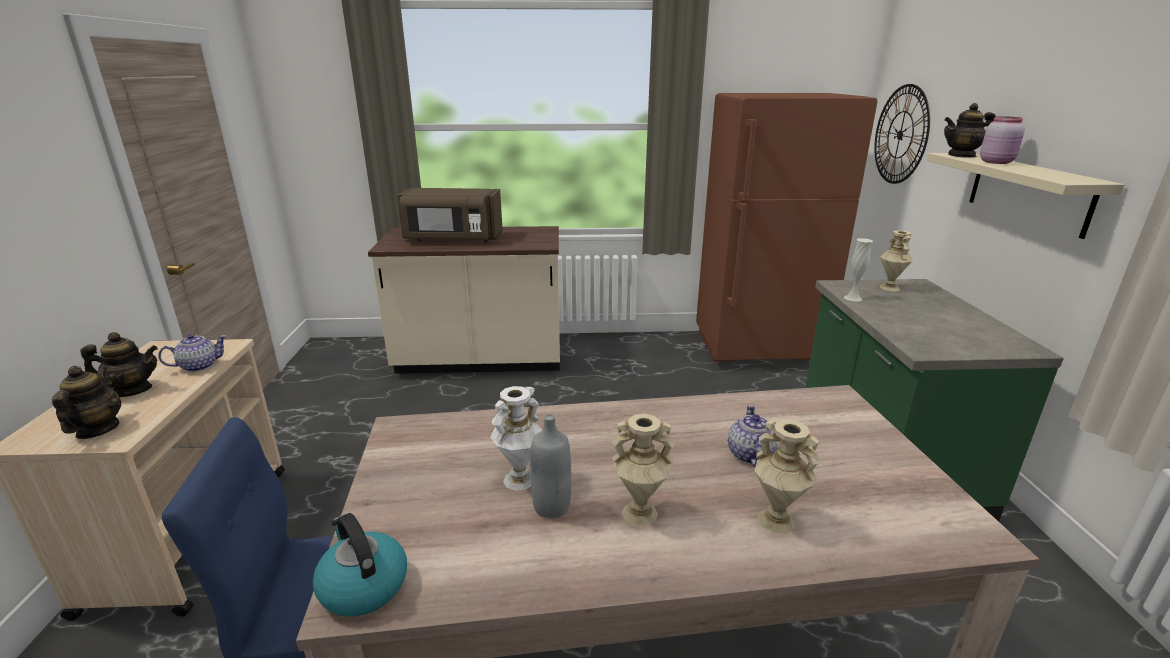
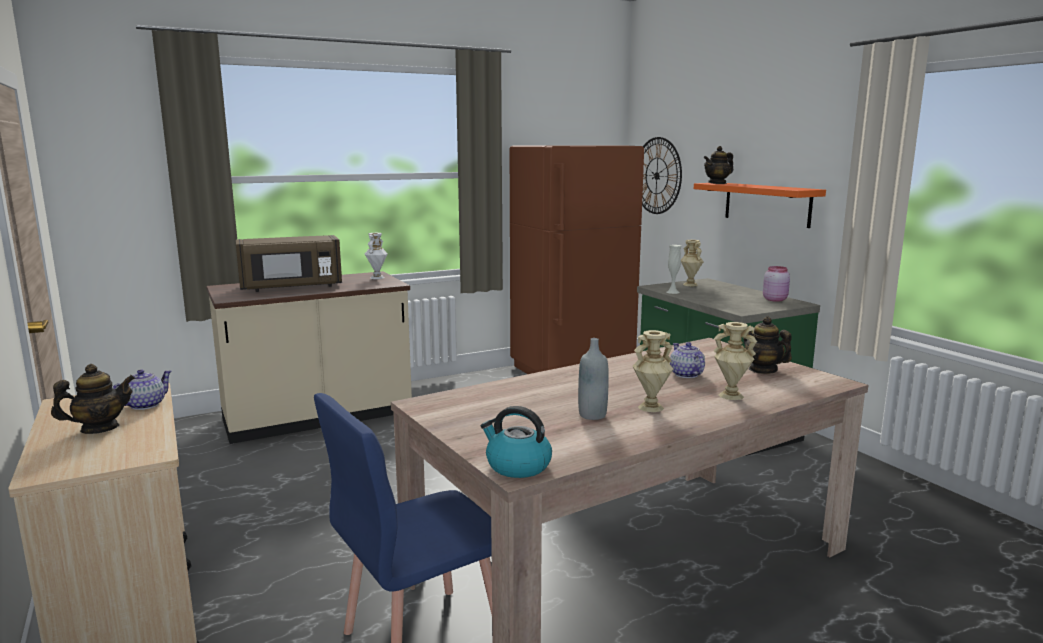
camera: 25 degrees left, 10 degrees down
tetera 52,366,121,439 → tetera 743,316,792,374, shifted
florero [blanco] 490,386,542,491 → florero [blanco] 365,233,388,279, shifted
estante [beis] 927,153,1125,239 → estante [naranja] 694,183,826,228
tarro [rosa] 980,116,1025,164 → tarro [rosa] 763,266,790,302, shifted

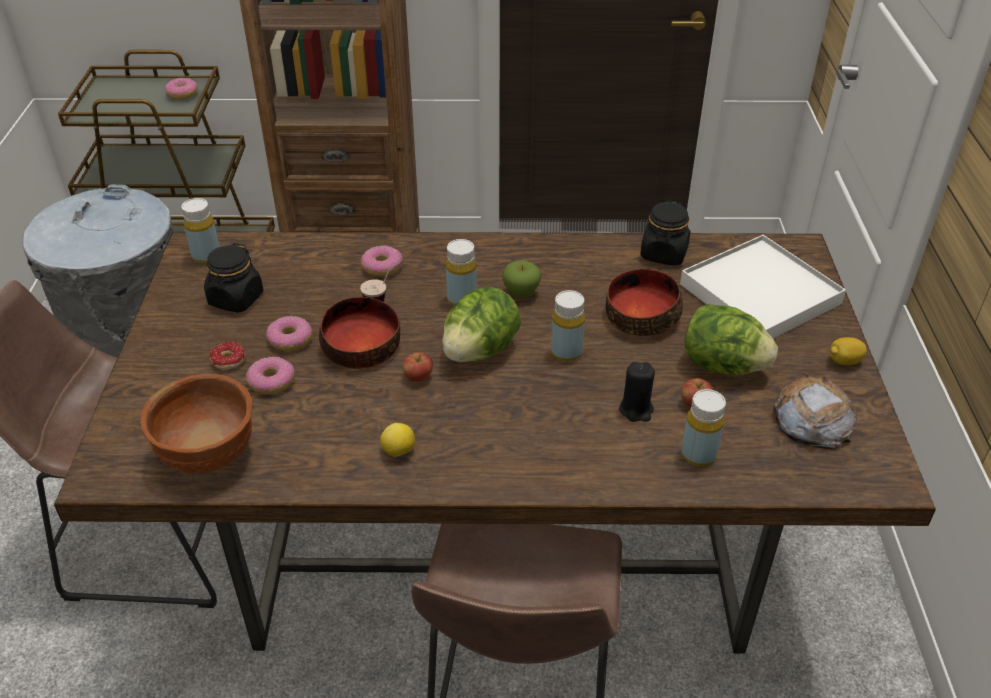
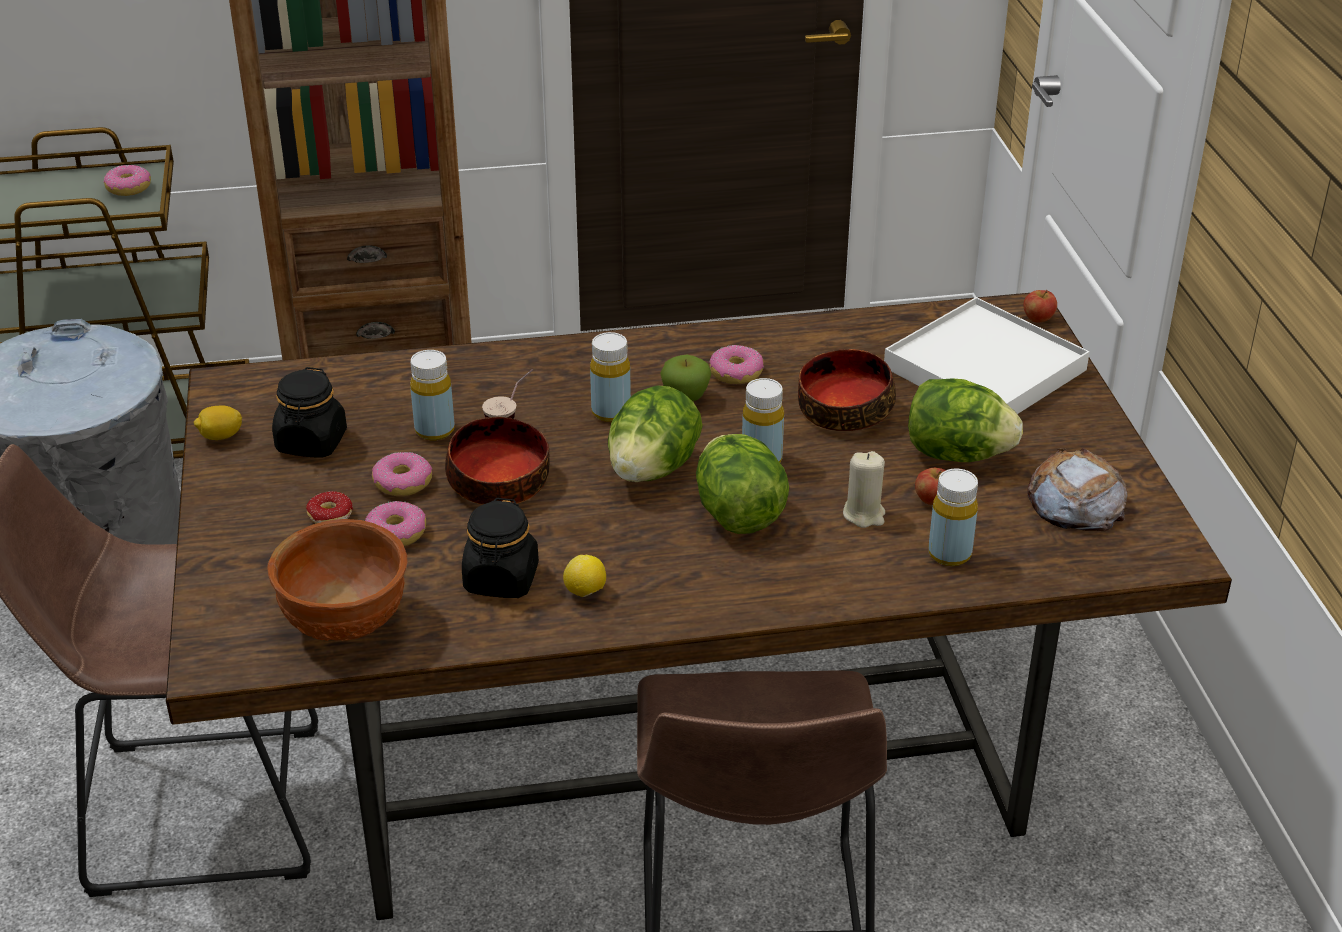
camera: 10 degrees left, 5 degrees down
botella [amarillo] 181,198,220,264 → botella [amarillo] 410,350,455,441, shifted
rosquilla 361,245,403,277 → rosquilla 709,345,764,384, shifted
manzana 402,352,433,382 → manzana 1023,290,1057,322, shifted
vela [negro] 619,362,655,422 → vela [beis] 843,451,885,528
tarro [negro] 640,200,691,266 → tarro [negro] 462,498,539,598, shifted
limón 830,337,867,365 → limón 194,405,242,440, shifted
- → lechuga 696,434,789,534

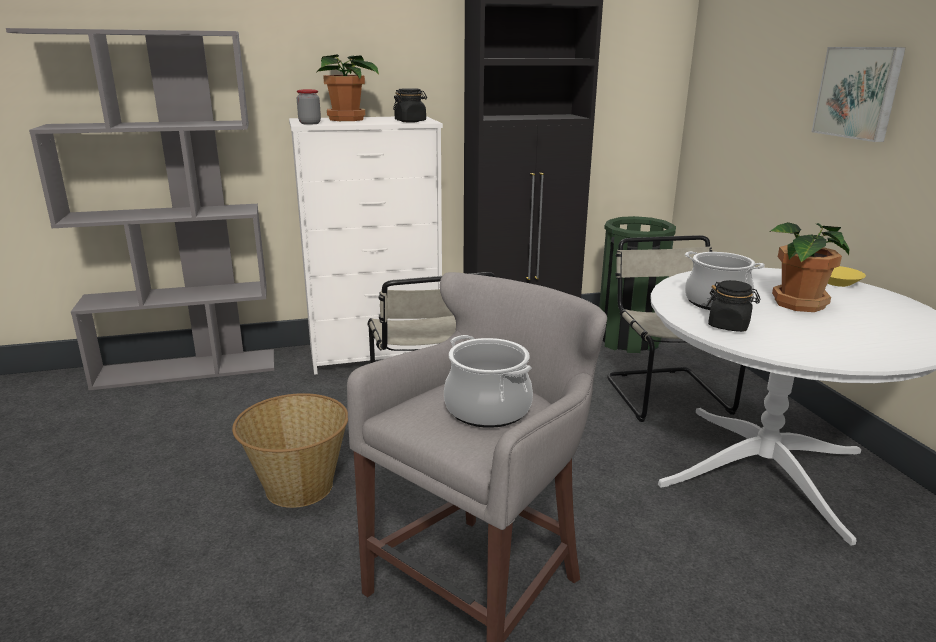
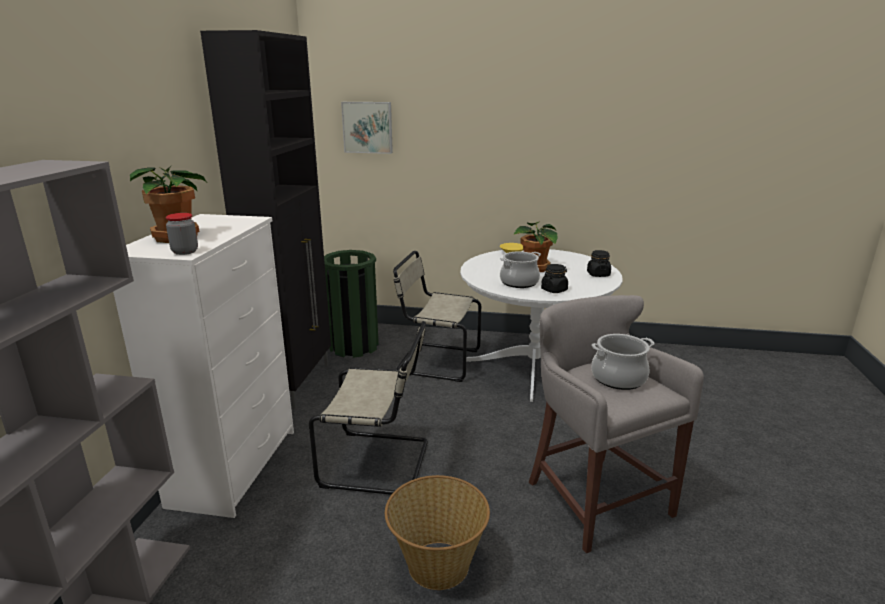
camera: 65 degrees left, 0 degrees up
tarro [negro] 393,88,427,123 → tarro [negro] 587,250,611,277, shifted
cuadro 812,47,906,142 → cuadro 341,102,393,154, shifted

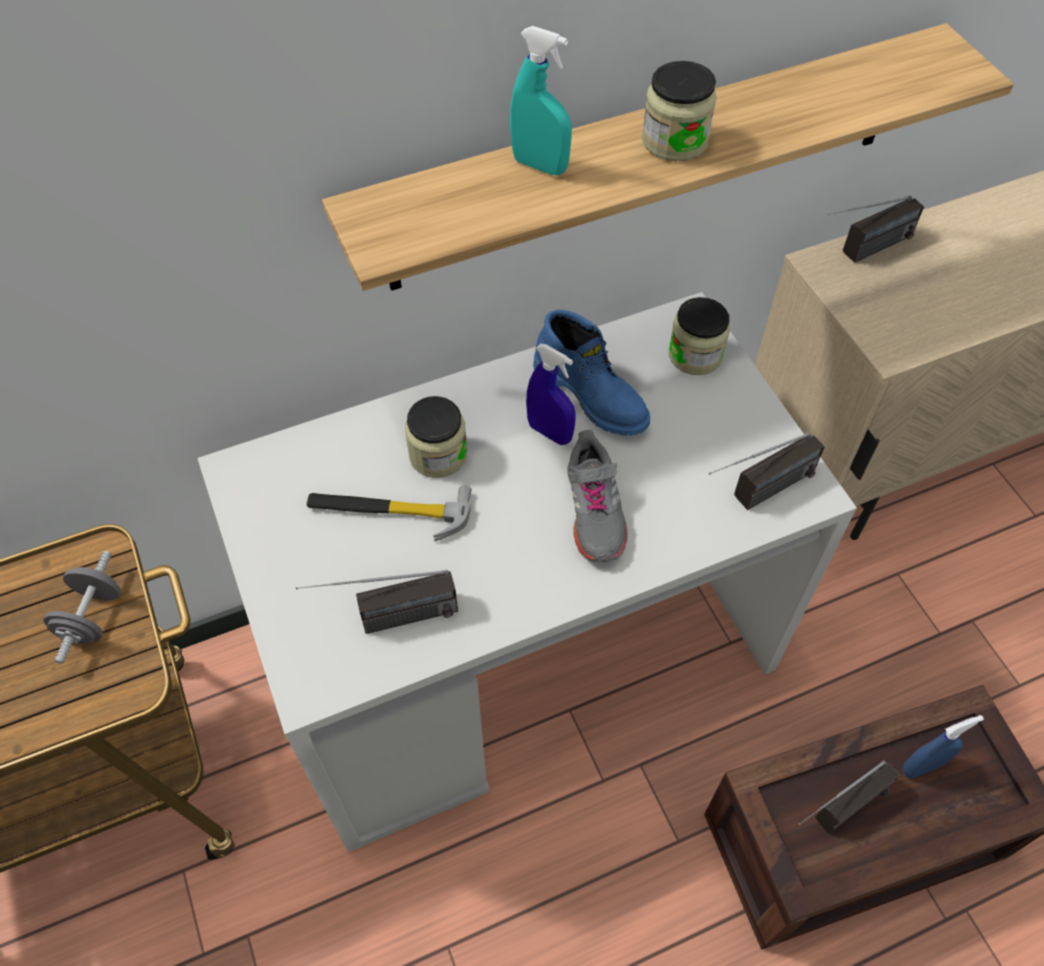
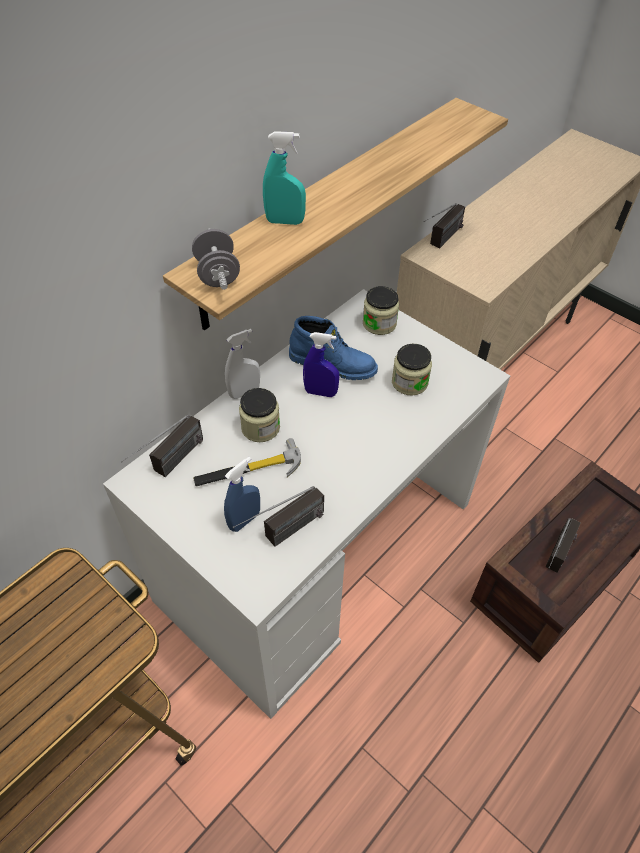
camera: 25 degrees left, 5 degrees down
mancuerna [gris] 43,551,121,664 → mancuerna [gris] 192,229,240,290, shifted
zapato [gris] 567,430,628,562 → -
tarro 642,61,717,161 → tarro 392,344,432,396, shifted
radio 709,432,825,510 → radio 121,415,203,477, shifted
pulverizador [azul] 902,715,984,779 → pulverizador [azul] 224,457,260,532, shifted
- → pulverizador [blanco] 225,329,260,399

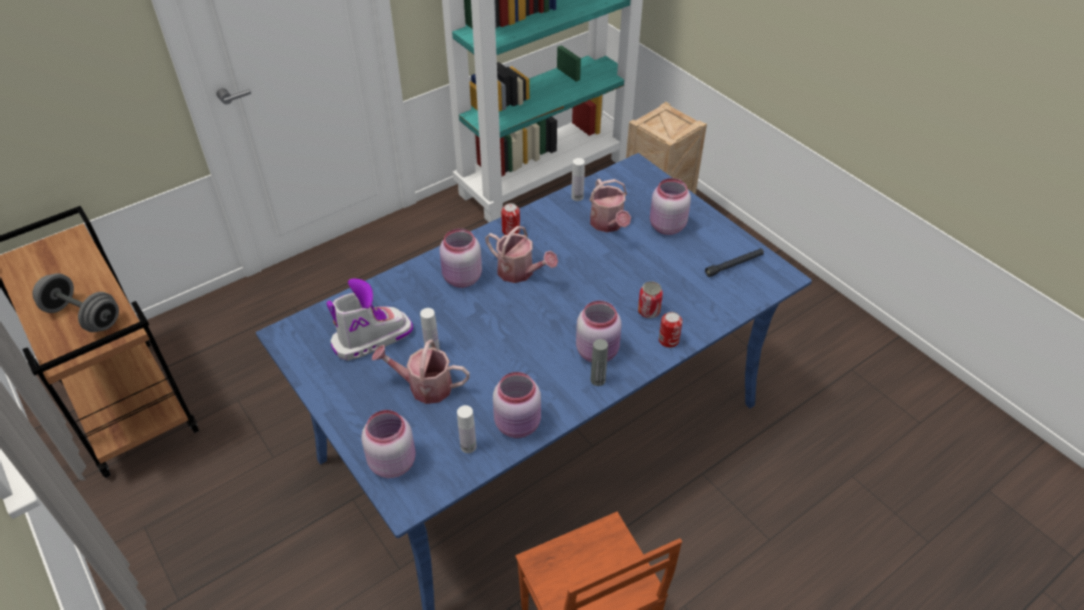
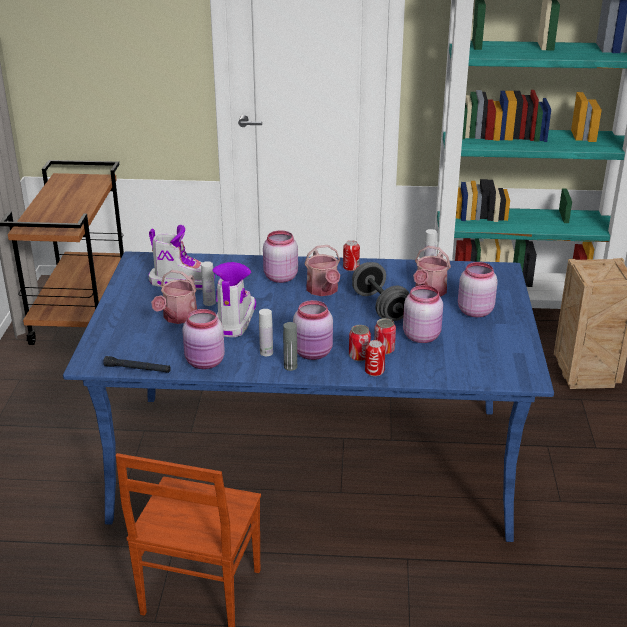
camera: 40 degrees right, 15 degrees down
mancuerna [gris] 33,273,119,332 → mancuerna [gris] 352,262,410,321, shifted
tarro [rosa] 361,410,416,478 → tarro [rosa] 403,285,443,343, shifted
regadera 372,339,470,404 → regadera 151,270,197,324, 120 degrees counterclockwise
botella [blanco] 457,405,477,453 → botella [blanco] 259,309,273,356, shifted
linterna [negro] 705,248,764,277 → linterna [negro] 103,356,171,373, shifted
- → bota 212,262,256,337
- → lata 349,325,371,361

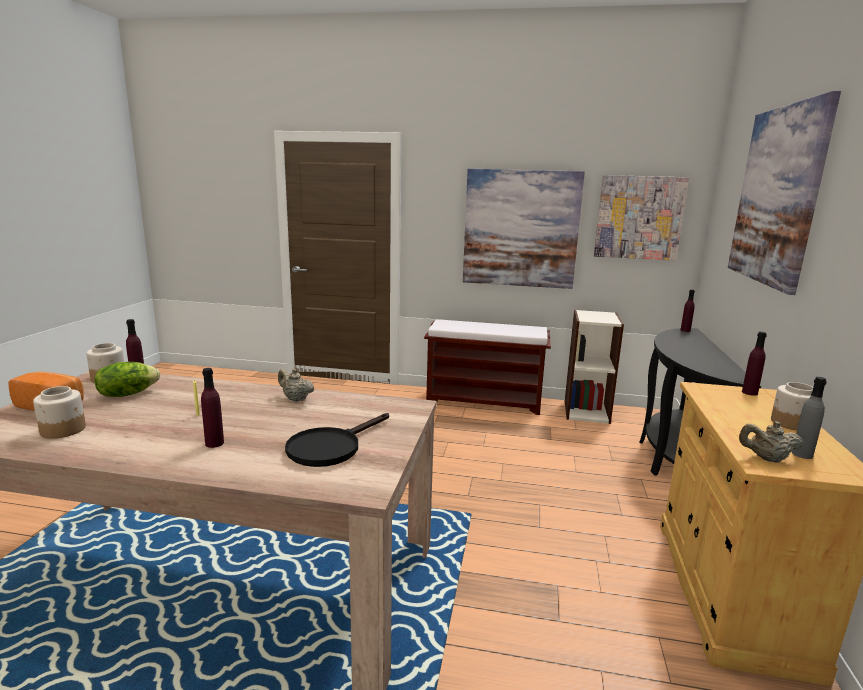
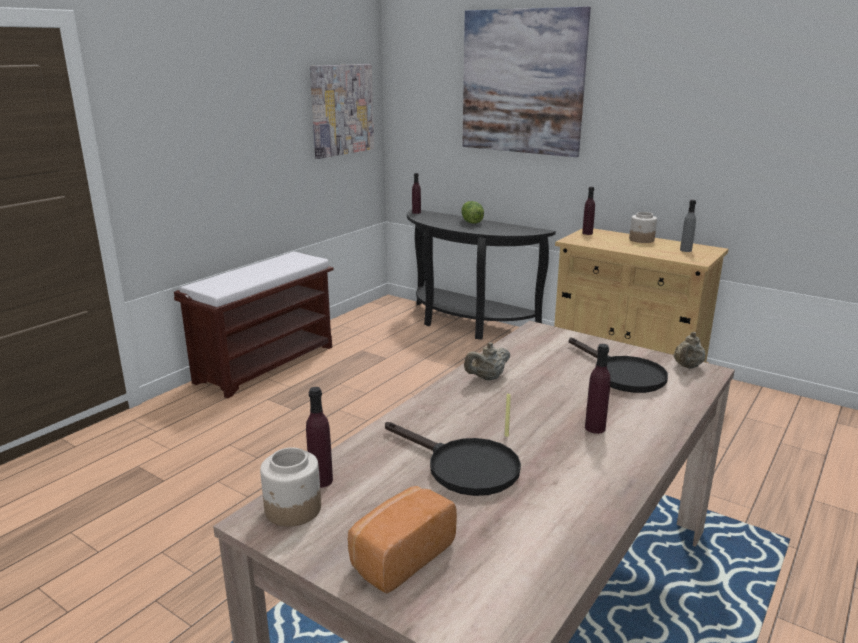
camera: 65 degrees left, 5 degrees up
tarro 33,386,86,439 → -
lechuga 94,362,160,397 → lechuga 461,201,484,224, shifted
cuadro 463,169,585,289 → -
estantería 565,310,624,424 → -
tetera [beis] 739,421,804,463 → tetera [beis] 673,332,706,369, shifted
- → sartén [negro] 385,422,521,496

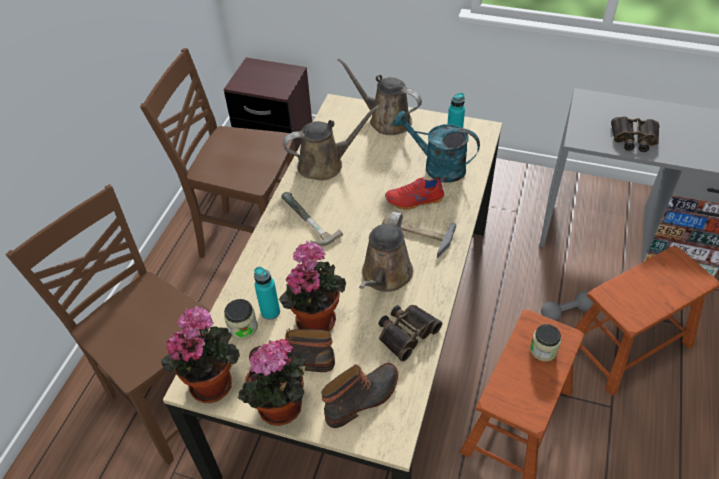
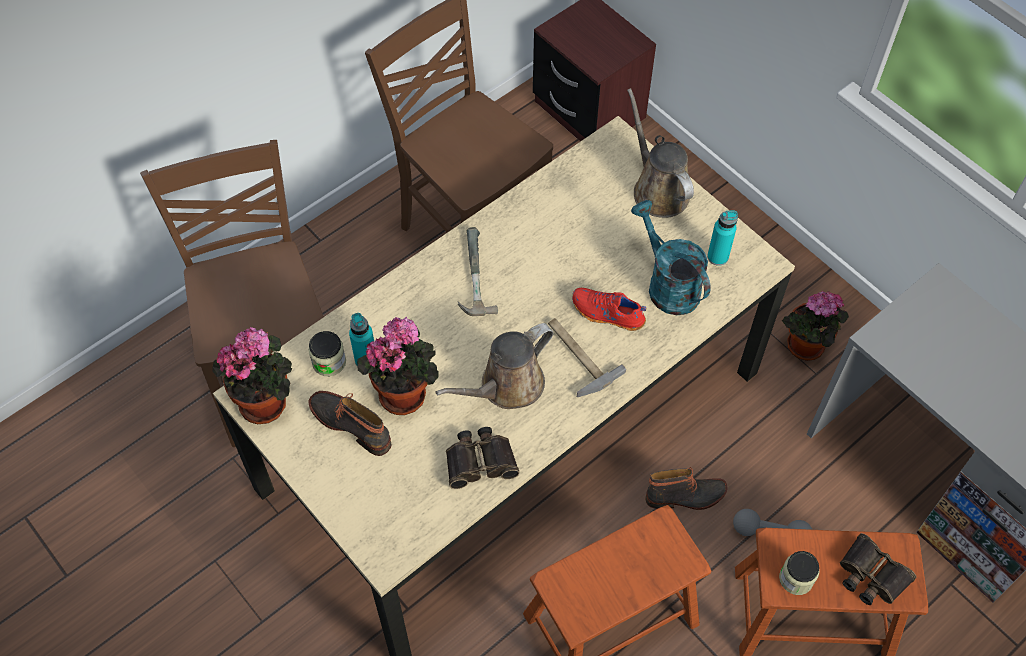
camera: 30 degrees right, 10 degrees up
planta en maceta 237,339,306,426 → planta en maceta 782,291,849,361, shifted
regadera [marrón] 283,105,380,181 → -
bota 321,363,398,428 → bota 646,467,728,510, shifted
tarro 530,324,561,361 → tarro 779,551,819,595, shifted
prismáticos 611,116,659,152 → prismáticos 840,533,917,605, shifted

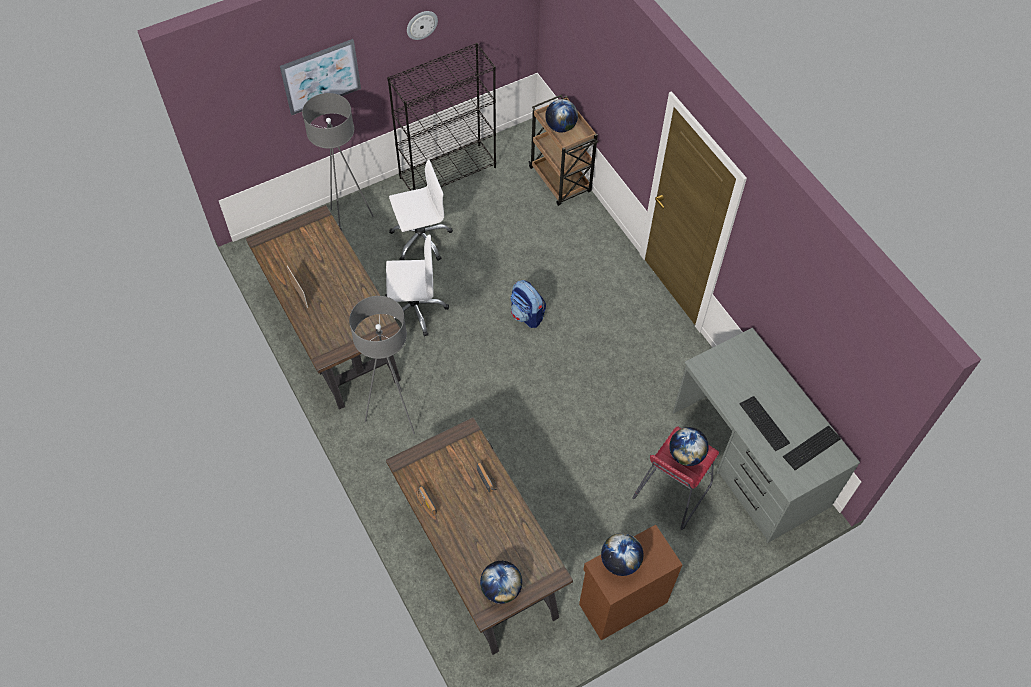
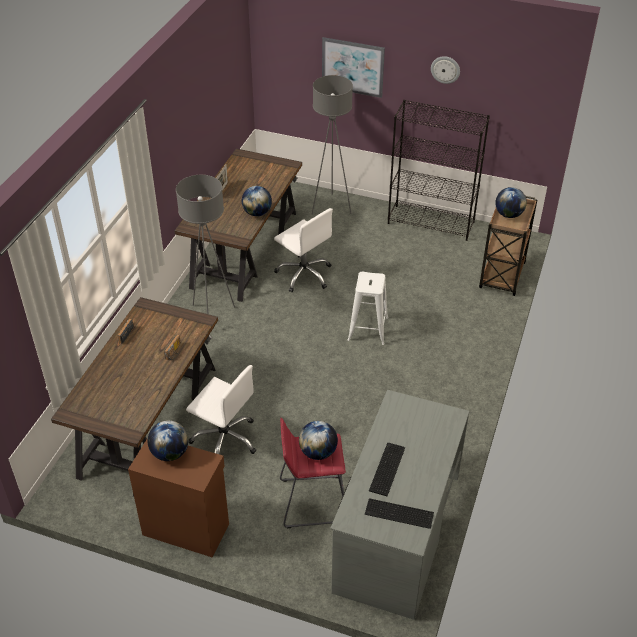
camera: 50 degrees right, 15 degrees down
silla de oficina [blanco] 389,160,453,261 → silla de oficina [blanco] 186,365,256,454, shifted
globo terráqueo 480,561,522,604 → globo terráqueo 242,186,272,216, shifted
mochila 511,280,546,328 → taburete [blanco] 348,272,388,345

